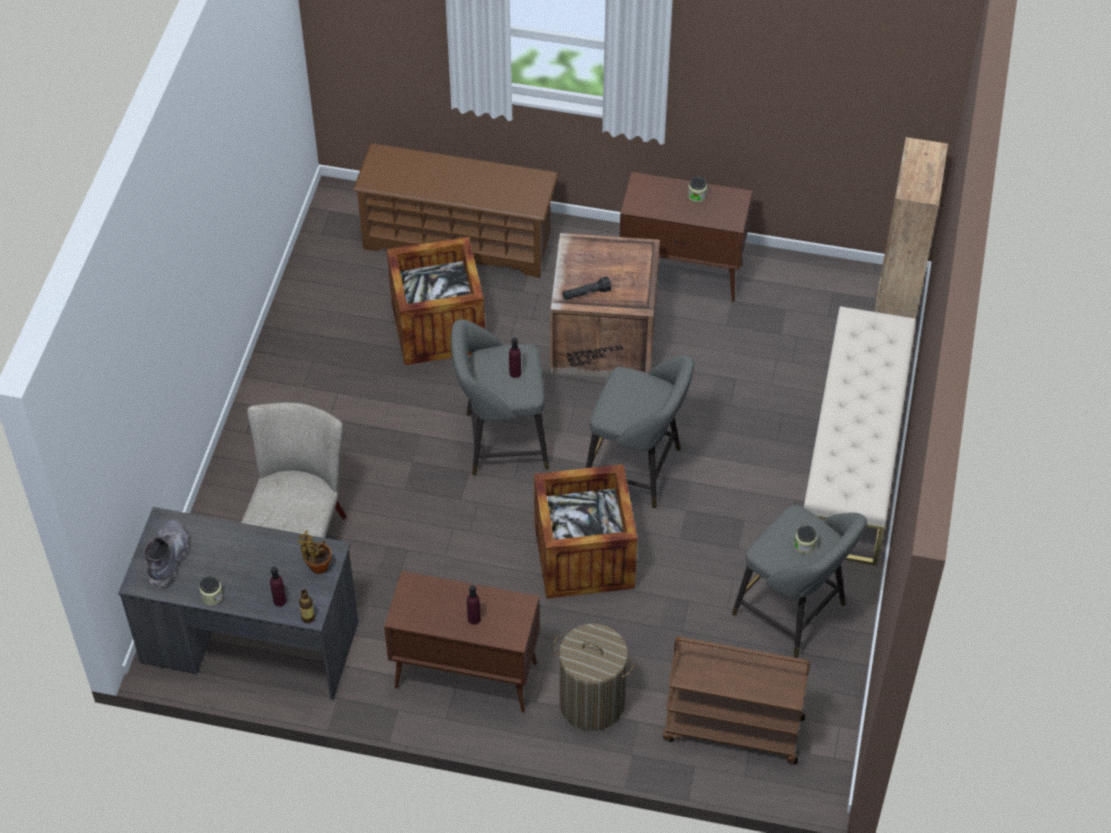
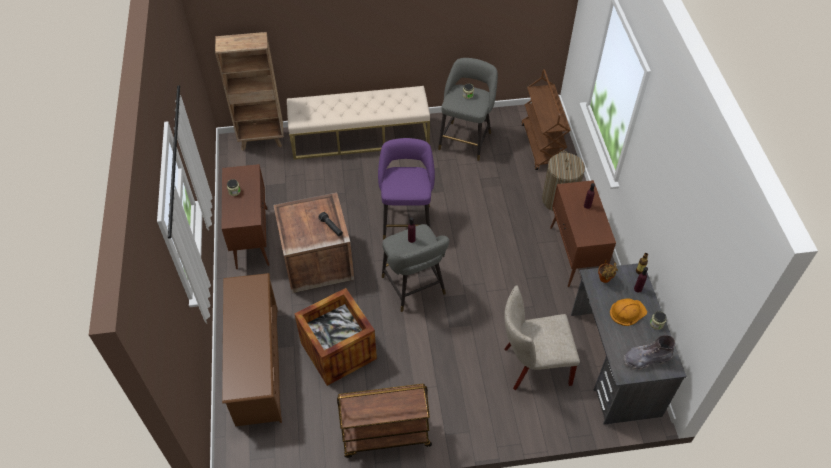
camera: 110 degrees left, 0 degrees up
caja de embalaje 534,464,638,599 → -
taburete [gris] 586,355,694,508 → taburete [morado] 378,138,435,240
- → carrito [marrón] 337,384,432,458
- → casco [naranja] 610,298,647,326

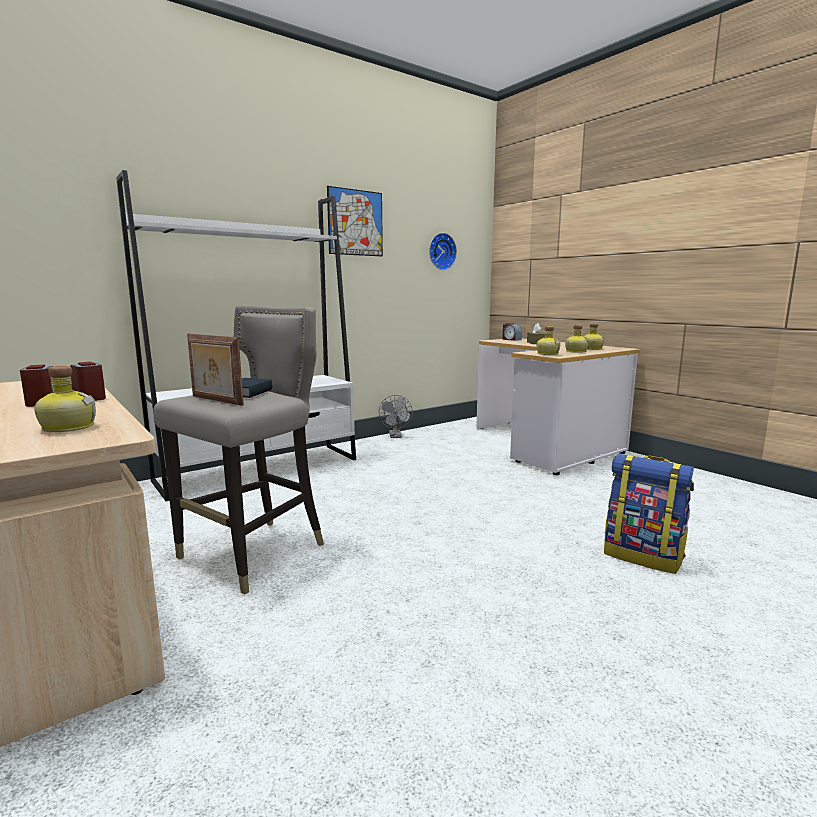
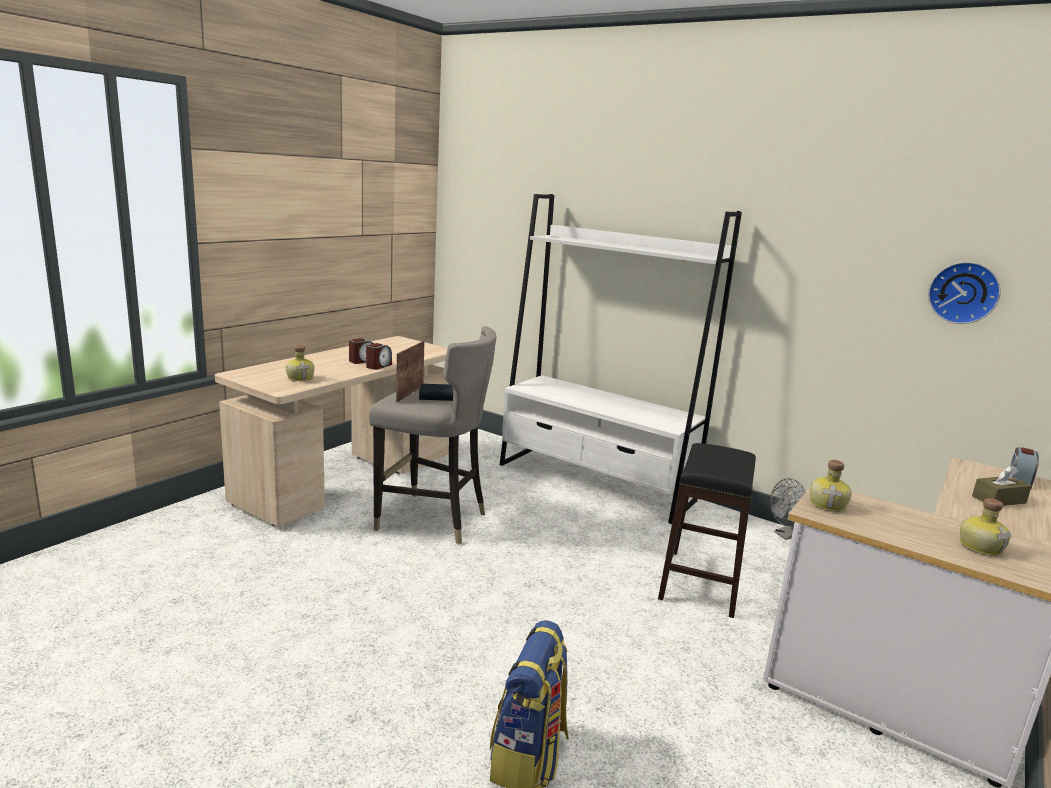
camera: 70 degrees right, 5 degrees up
cuadro 327,186,383,256 → -
botella 565,325,589,353 → -
- → taburete [negro] 658,443,756,618

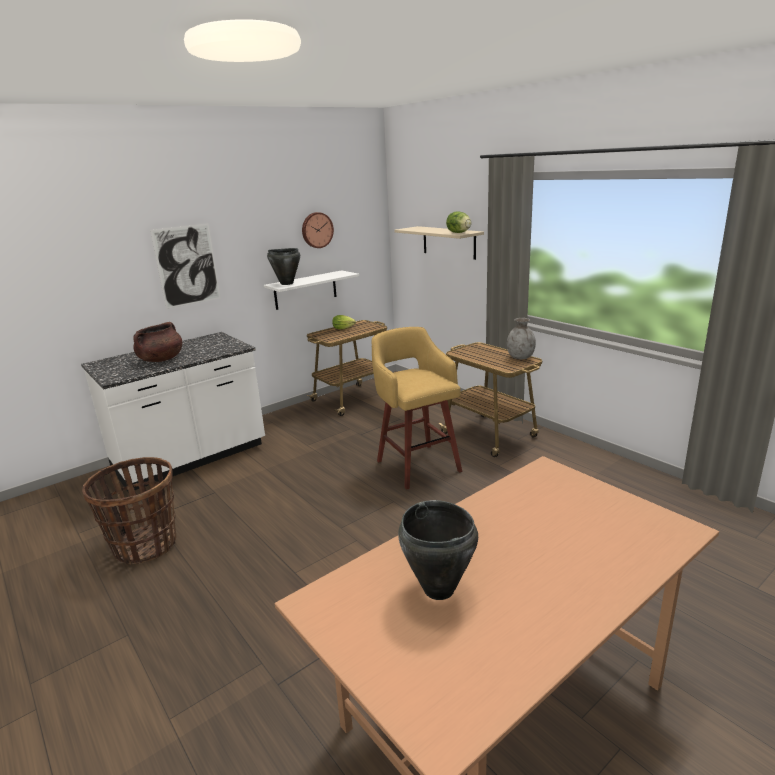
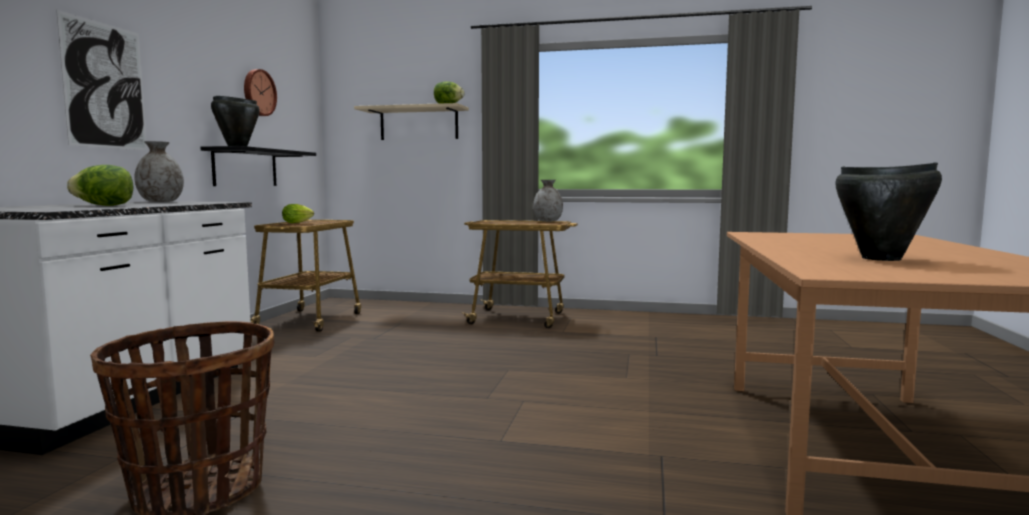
camera: 40 degrees left, 15 degrees down
olla [marrón] 133,322,182,362 → lechuga 67,165,133,206
estante [blanco] 264,270,359,310 → estante [negro] 200,146,316,186
taburete [amarillo] 371,327,462,490 → -
- → florero [gris] 135,141,184,202

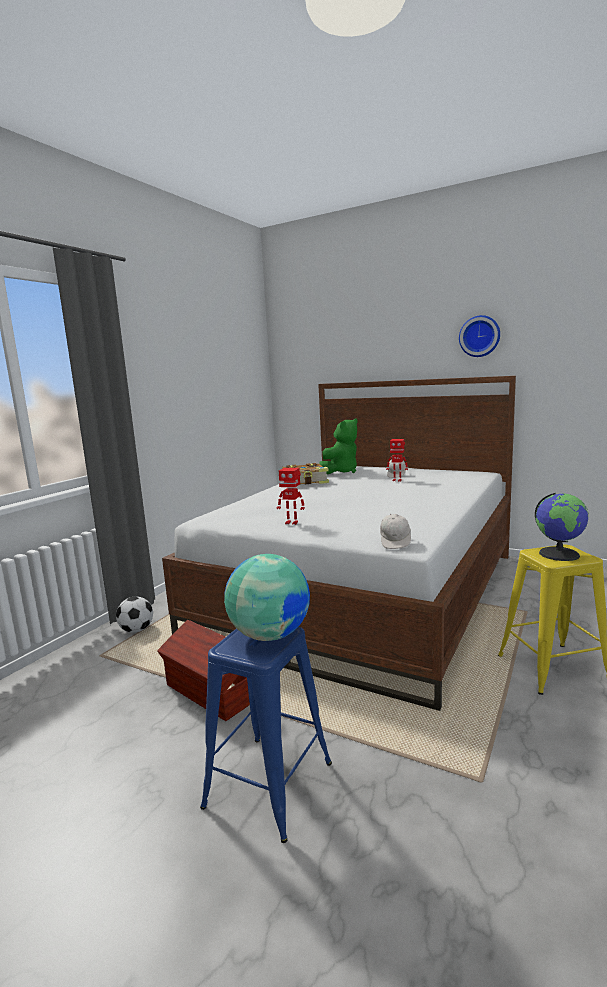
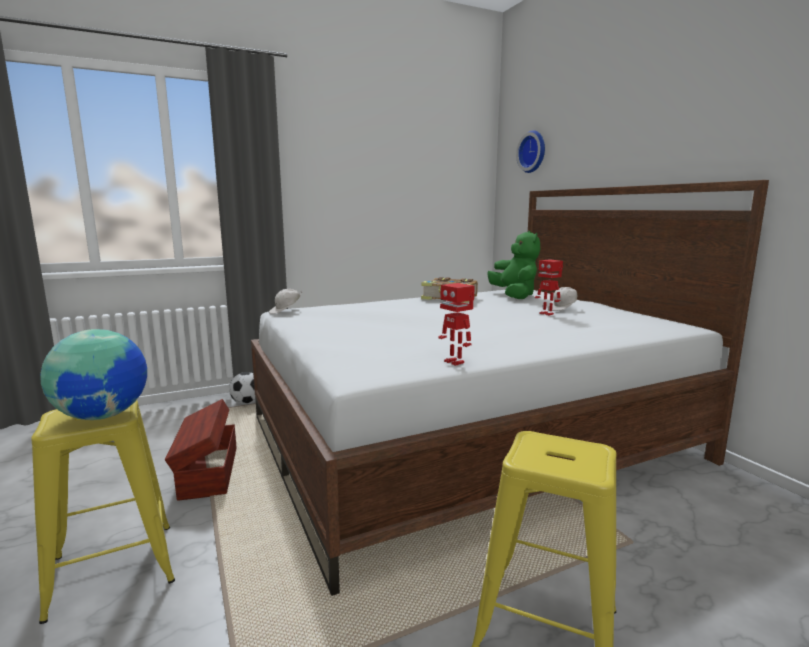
camera: 35 degrees right, 0 degrees up
taburete [azul] 200,627,332,843 → taburete [amarillo] 31,400,175,624
robot de juguete 277,468,305,525 → robot de juguete 438,283,475,366, shifted
peluche [verde] 319,418,357,474 → peluche [verde] 488,231,540,299, 90 degrees counterclockwise
gorra [blanco] 380,514,411,549 → gorra [blanco] 269,289,302,314, shifted
reloj de pared 459,315,500,357 → reloj de pared 516,130,545,173, shifted
globo terráqueo 535,493,589,561 → -

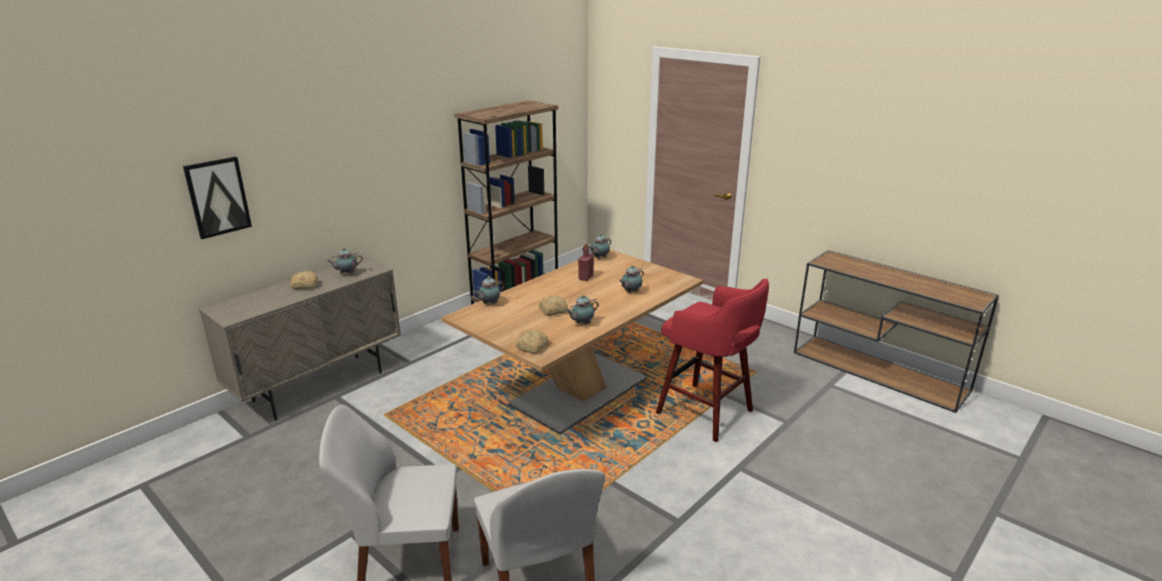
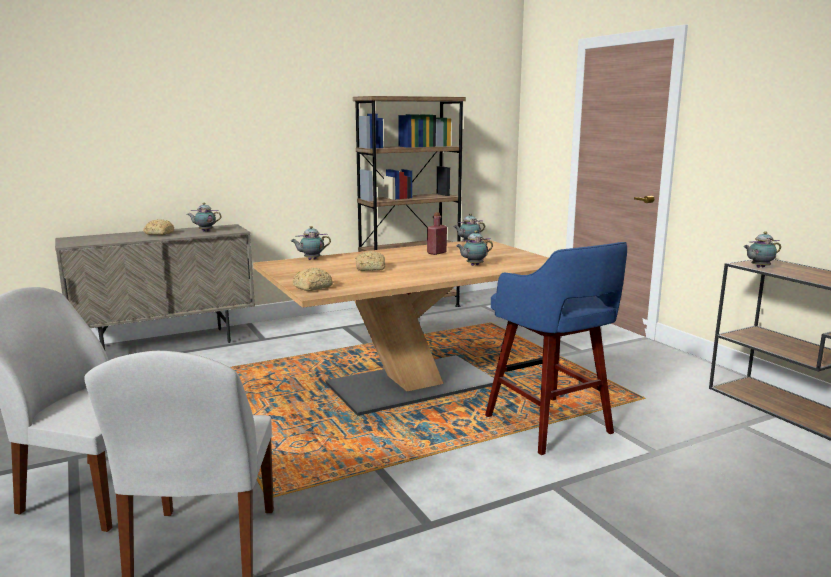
camera: 20 degrees right, 10 degrees down
cuadro 183,156,252,239 → -
tetera 566,295,599,325 → tetera 743,231,781,268, shifted
taburete [rojo] 656,279,769,442 → taburete [azul] 485,242,627,455

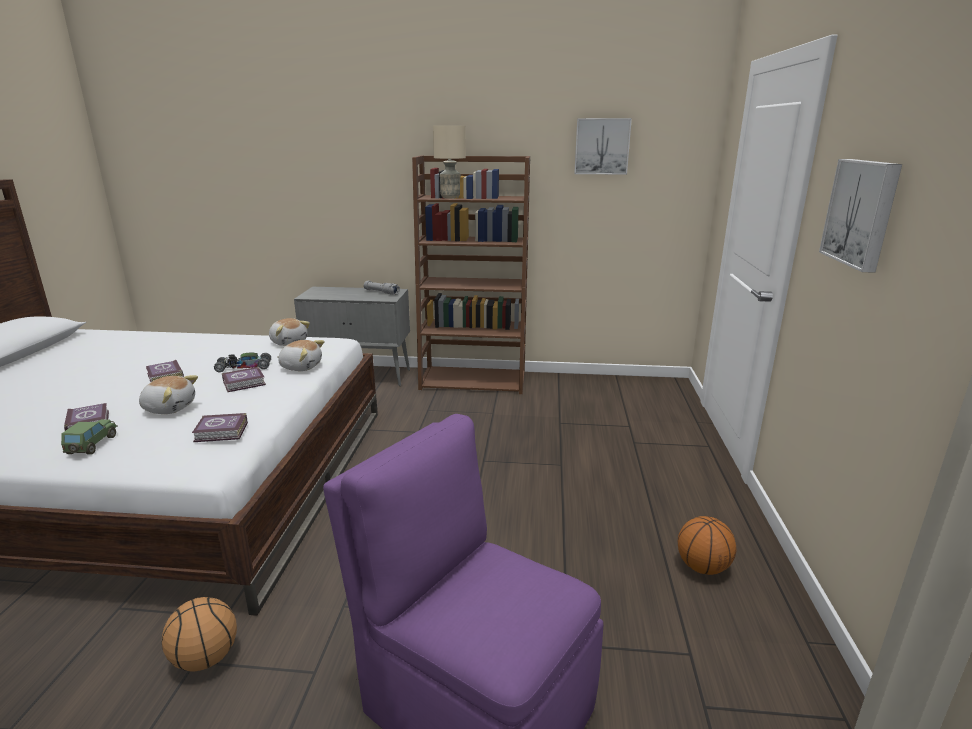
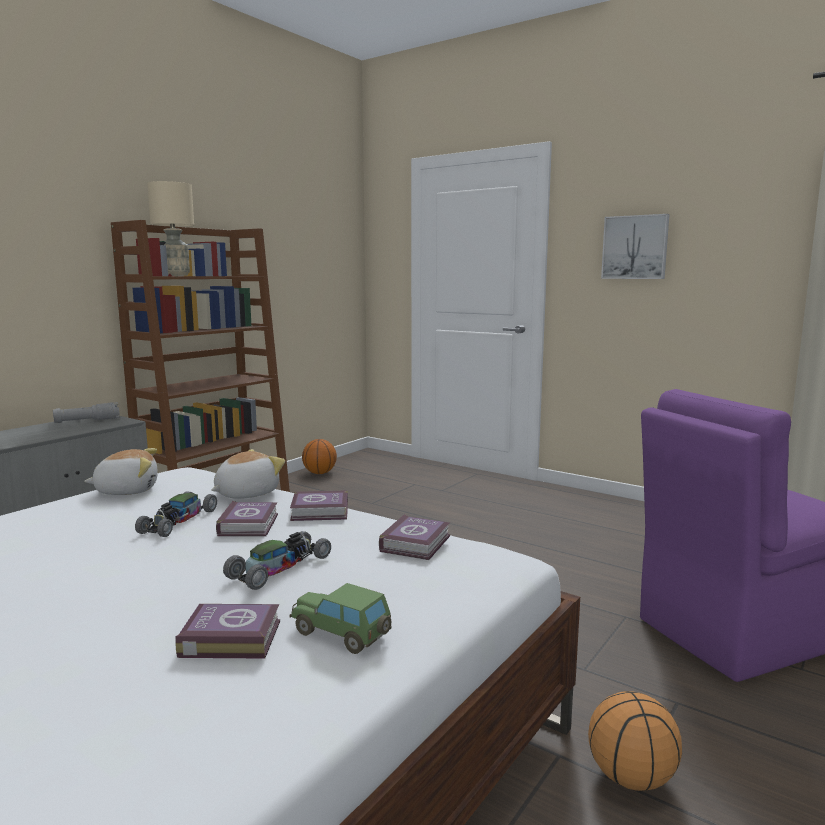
camera: 60 degrees left, 10 degrees down
peluche 139,375,198,414 → coche de juguete 223,531,331,590
libro 146,360,184,382 → libro 290,490,348,521, shifted
cuadro 574,118,632,175 → -
balón de baloncesto 678,516,737,575 → balón de baloncesto 302,439,337,474, shifted

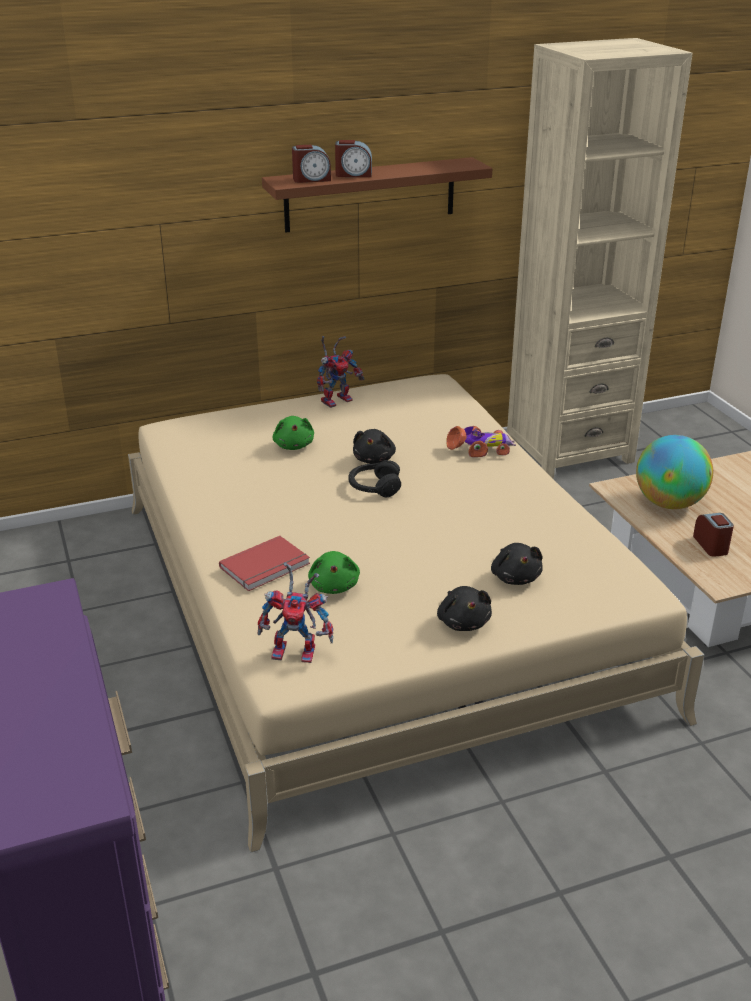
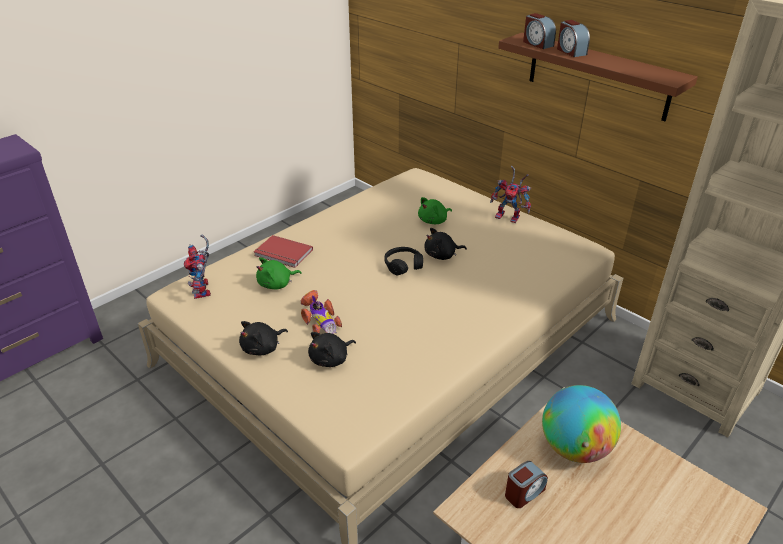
camera: 65 degrees right, 5 degrees up
coche de juguete 446,426,516,457 → coche de juguete 301,290,342,334, shifted

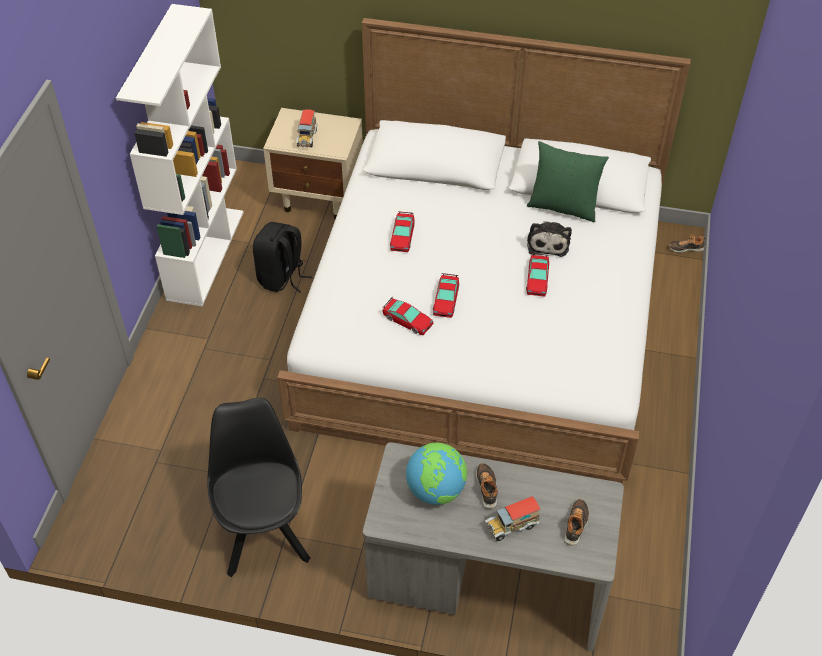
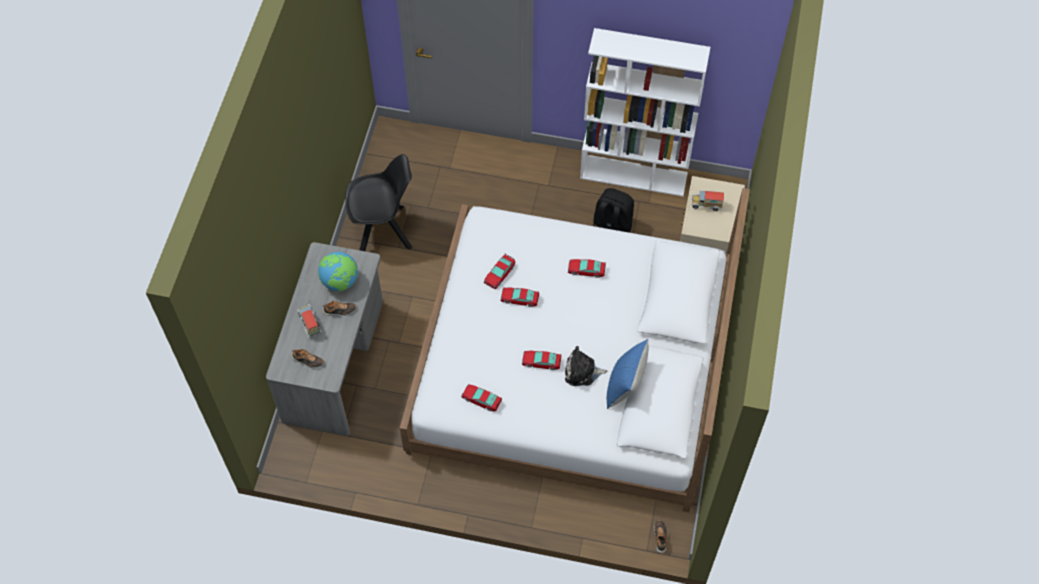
camera: 90 degrees right, 10 degrees up
cojín [verde] 527,141,609,222 → cojín [azul] 607,339,648,409
- → coche de juguete 461,384,502,412

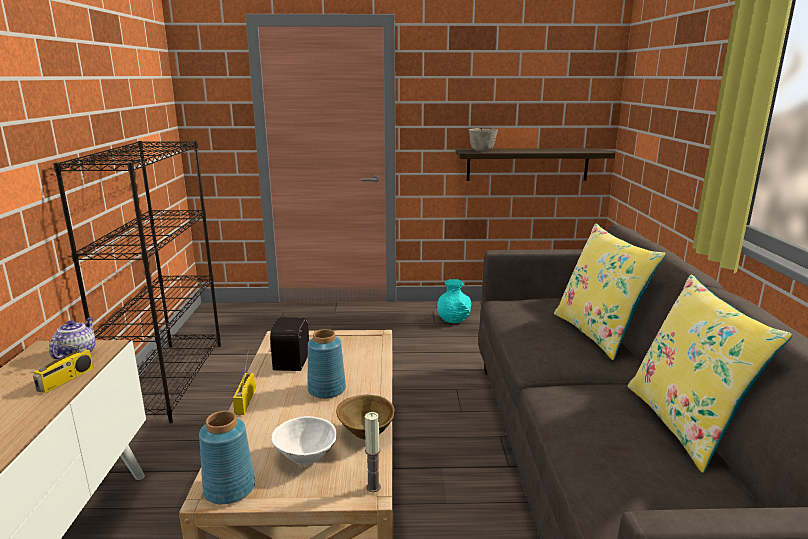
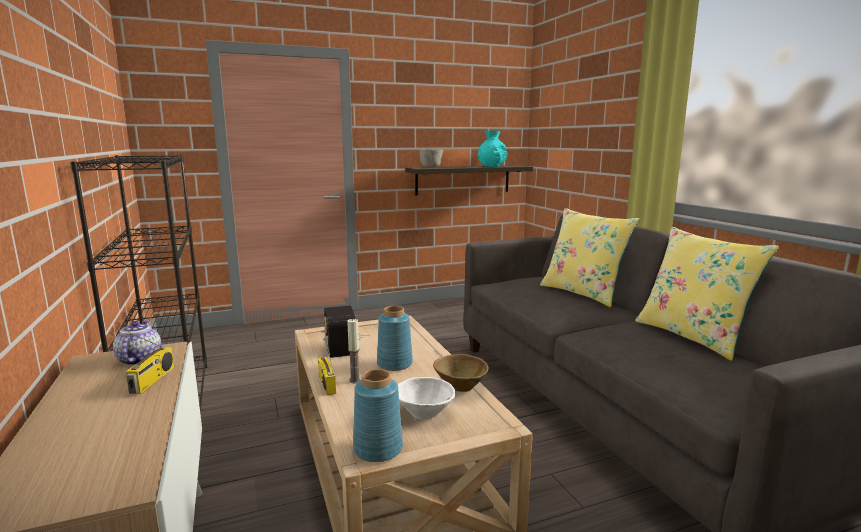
camera: 20 degrees left, 5 degrees down
vela 365,412,381,492 → vela 347,319,361,383, shifted
florero [turquesa] 437,279,471,323 → florero [turquesa] 478,131,508,167, shifted

